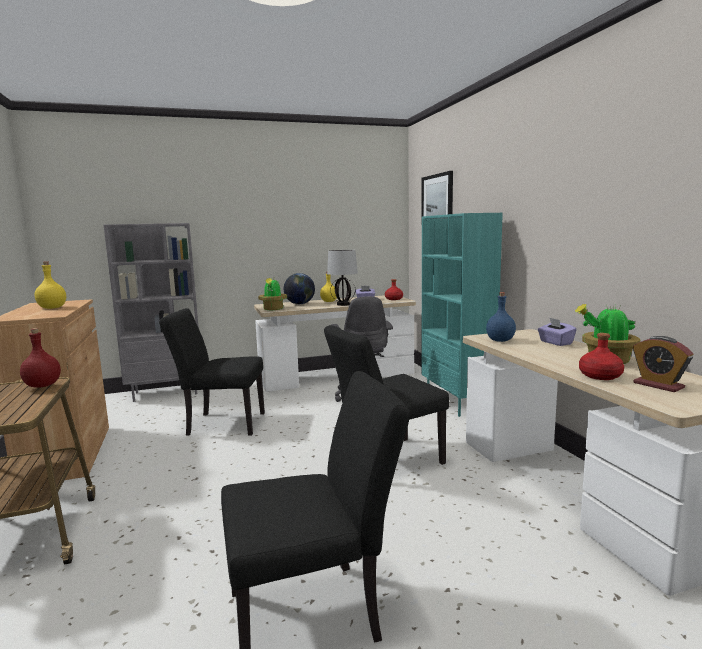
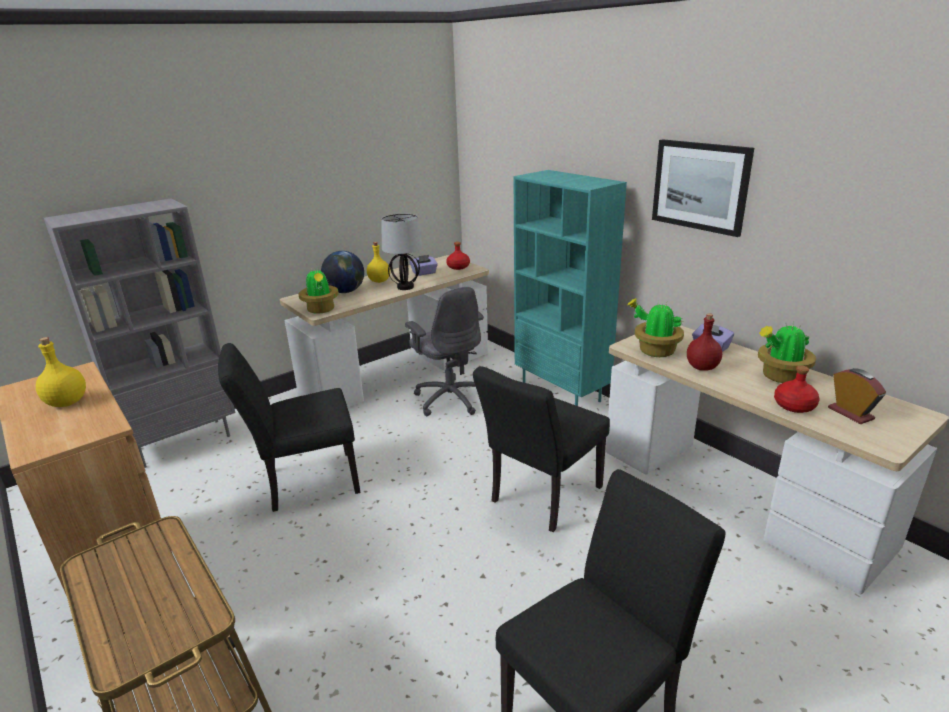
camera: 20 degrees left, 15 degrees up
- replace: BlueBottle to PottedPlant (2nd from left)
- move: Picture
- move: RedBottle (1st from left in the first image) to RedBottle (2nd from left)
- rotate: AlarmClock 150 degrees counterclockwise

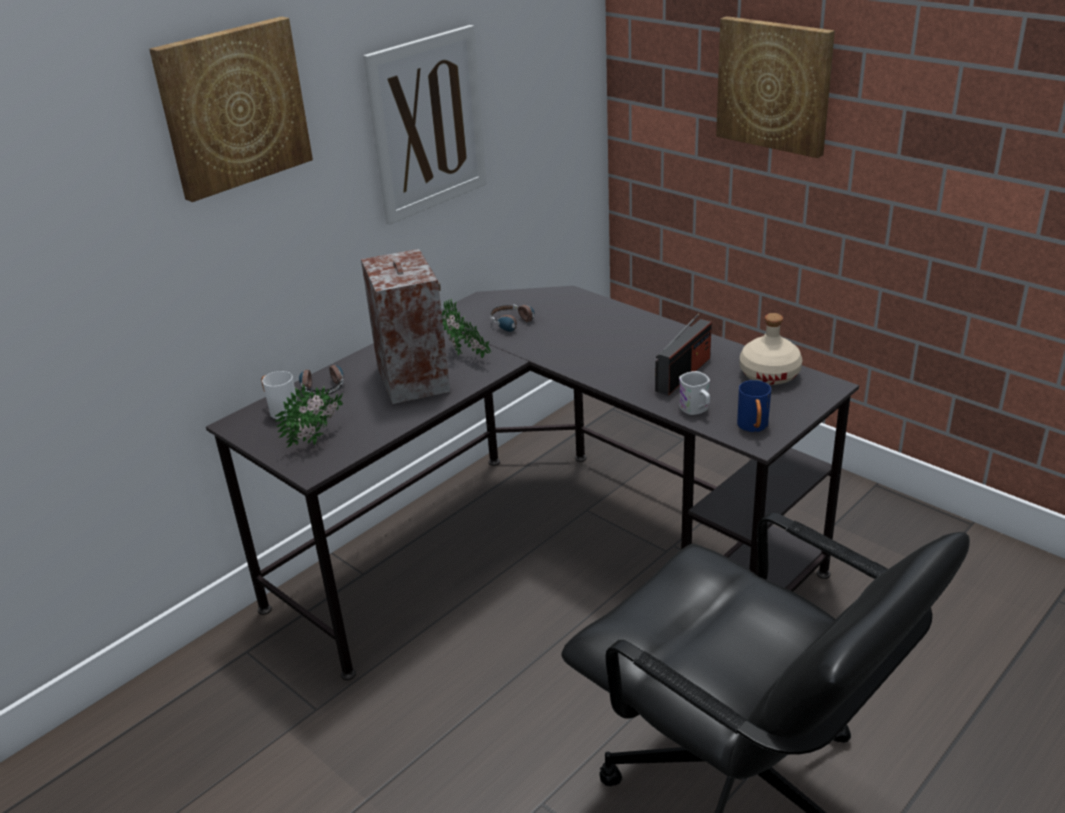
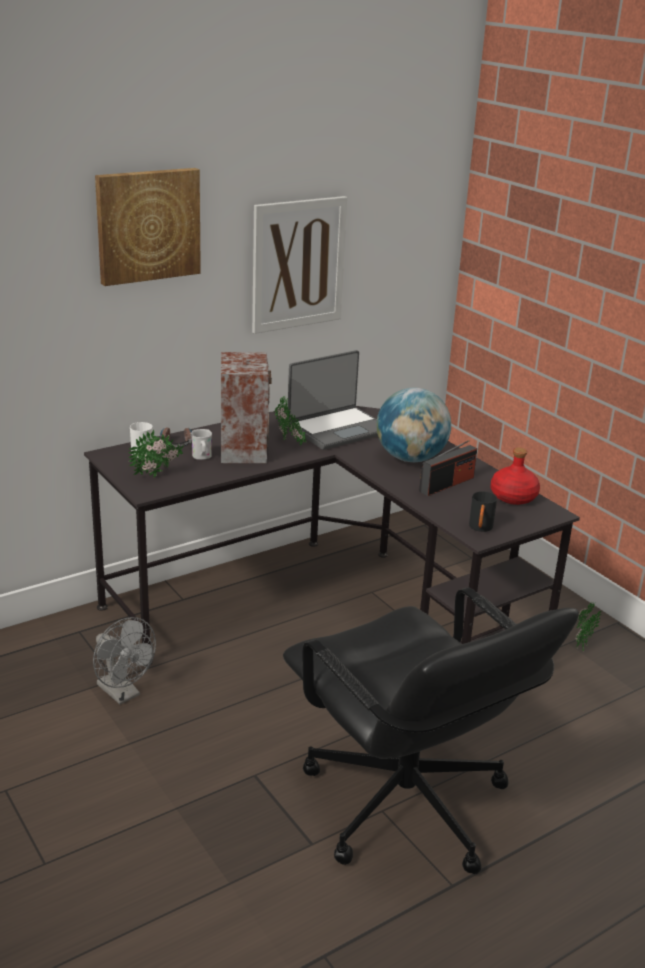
camera: 10 degrees right, 5 degrees down
- insert: GreyFan
- move: WhiteMug (2nd from left)
- replace: Headphones (2nd from left) to Laptop
- insert: Globe
- recolor: BlueMug to BlackMug
- recolor: BeigeBottle to RedBottle
- insert: PottedPlant (3rd from left)
- delete: Picture (3rd from left)

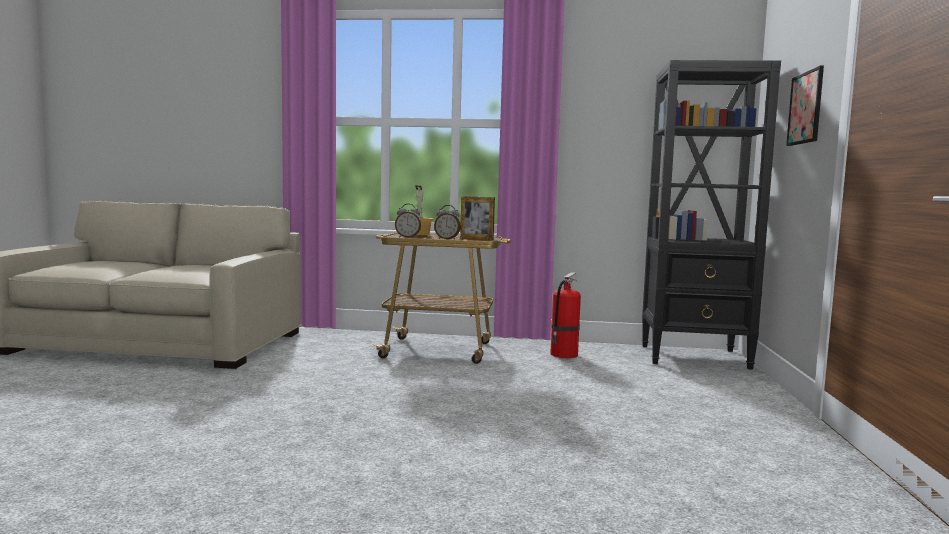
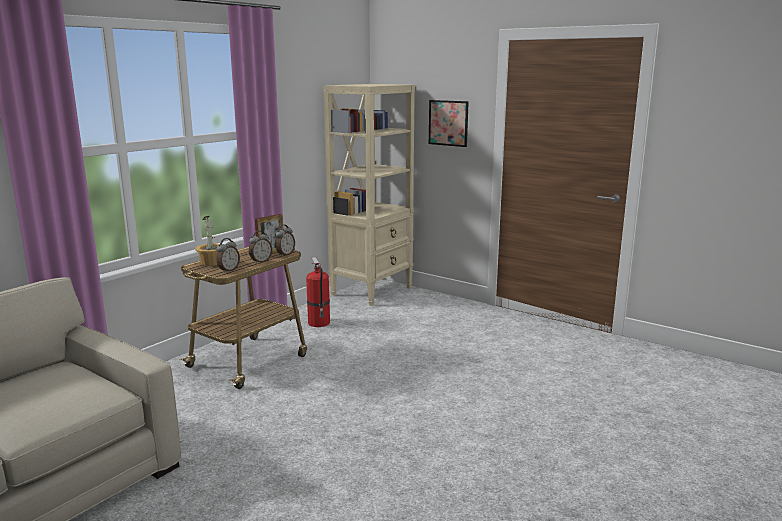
camera: 60 degrees left, 10 degrees up
- insert: AlarmClock (3rd from left)
- recolor: BlackBookcase to BeigeBookcase

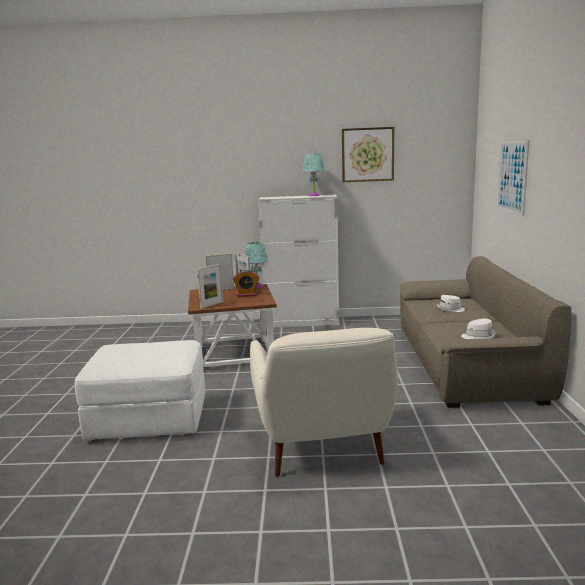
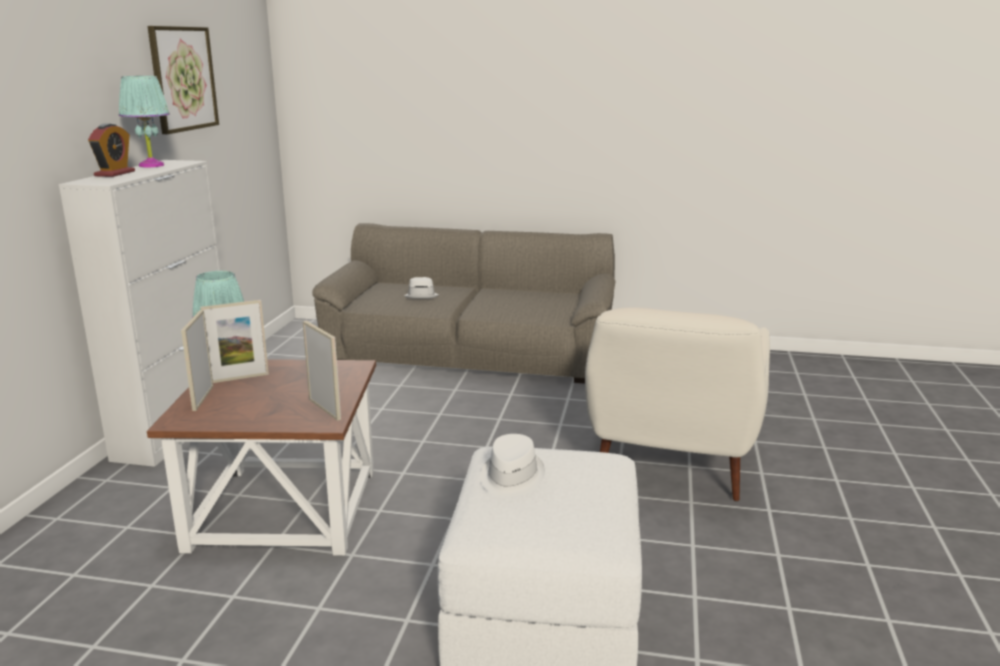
camera: 80 degrees left, 5 degrees up
- move: AlarmClock
- move: WhiteHat (2nd from left)
- rotate: WhiteArmchair 105 degrees clockwise
- delete: Picture (2nd from left)

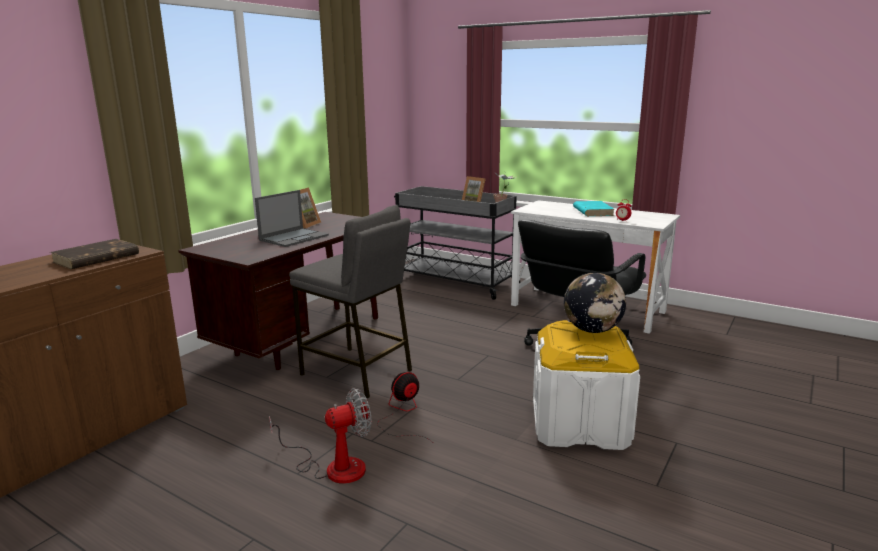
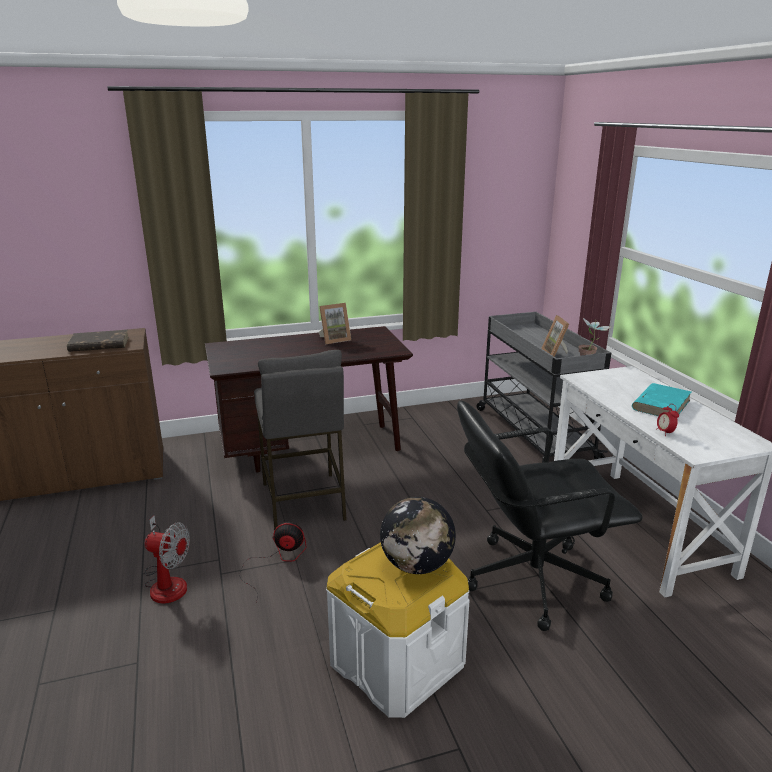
camera: 40 degrees right, 5 degrees up
- delete: Laptop

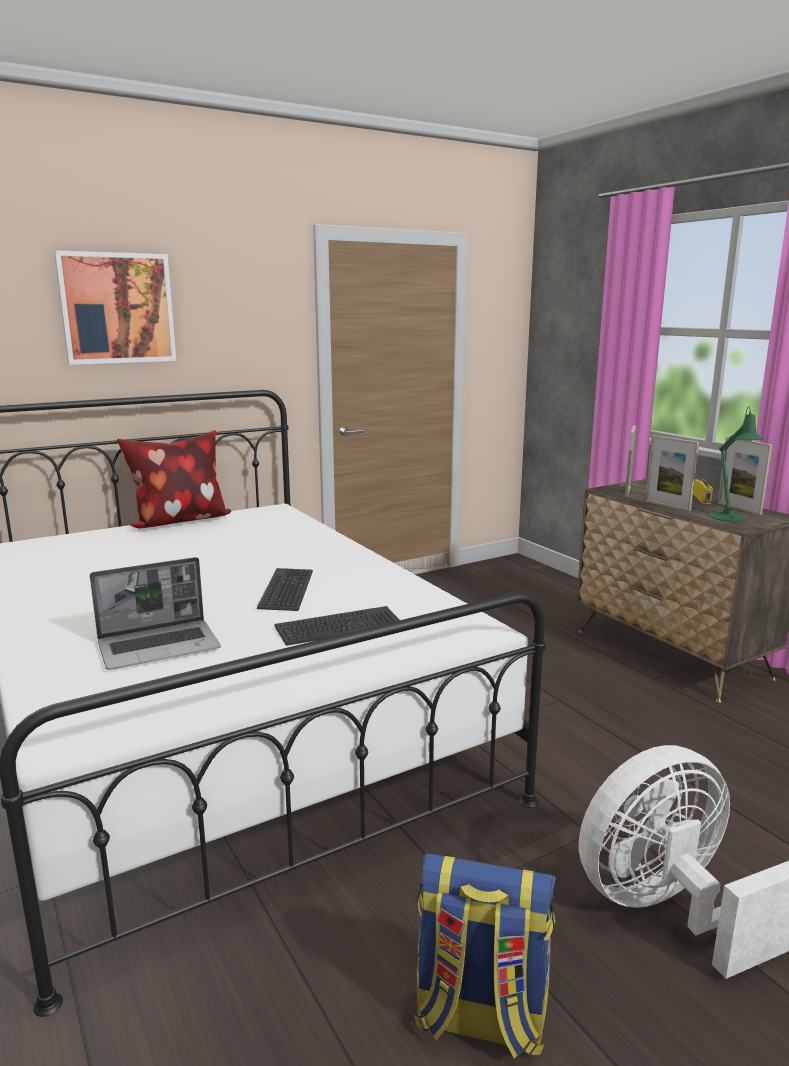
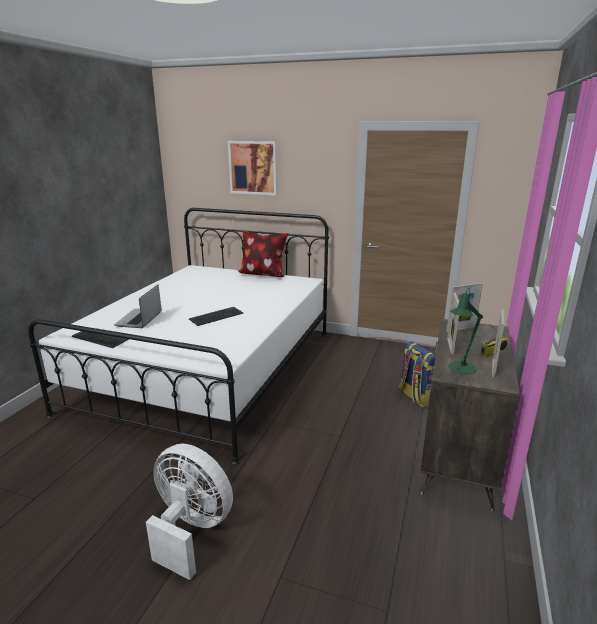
camera: 50 degrees right, 5 degrees up
- move: Keyboard (2nd from left in the first image) to Keyboard (1st from left)
- rotate: Laptop 75 degrees clockwise
- move: Backpack

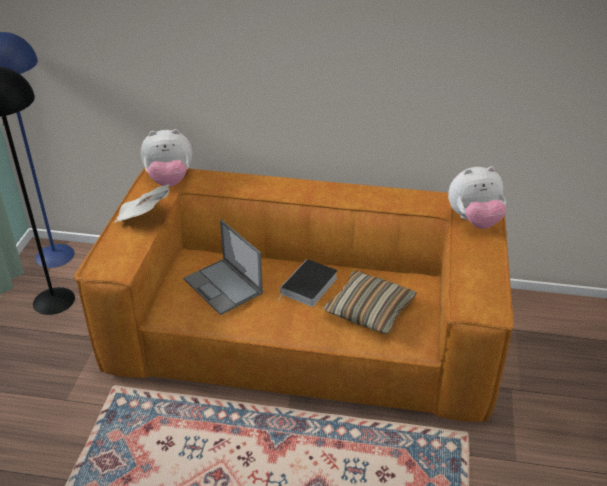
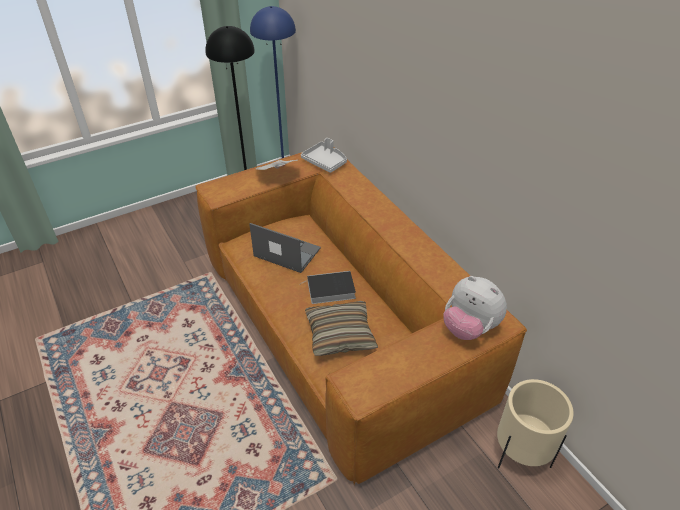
camera: 50 degrees right, 5 degrees up
- rotate: Laptop 105 degrees clockwise
- replace: PlushToy (1st from left) to GreyTray
- insert: BeigePlanter

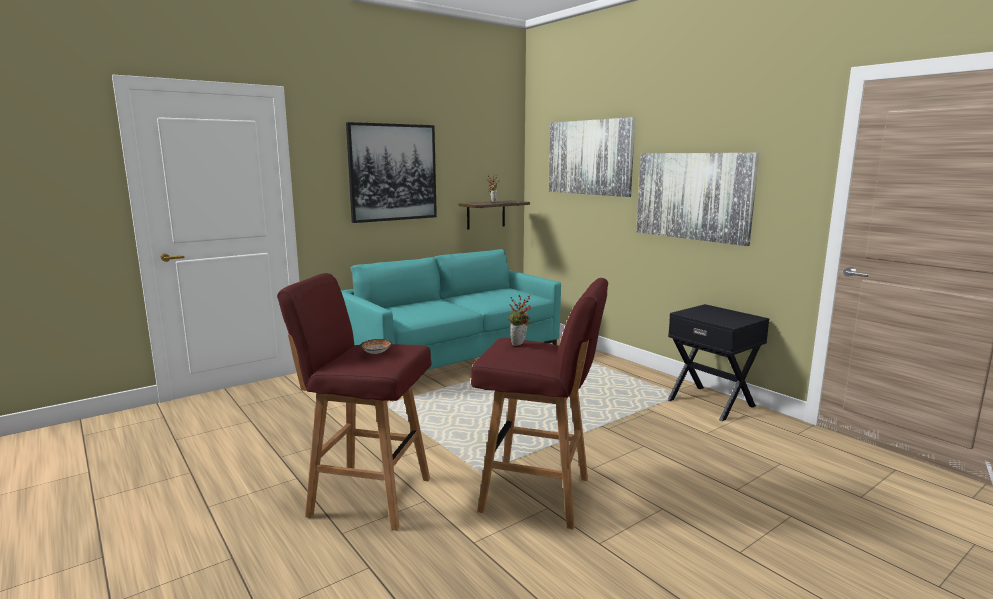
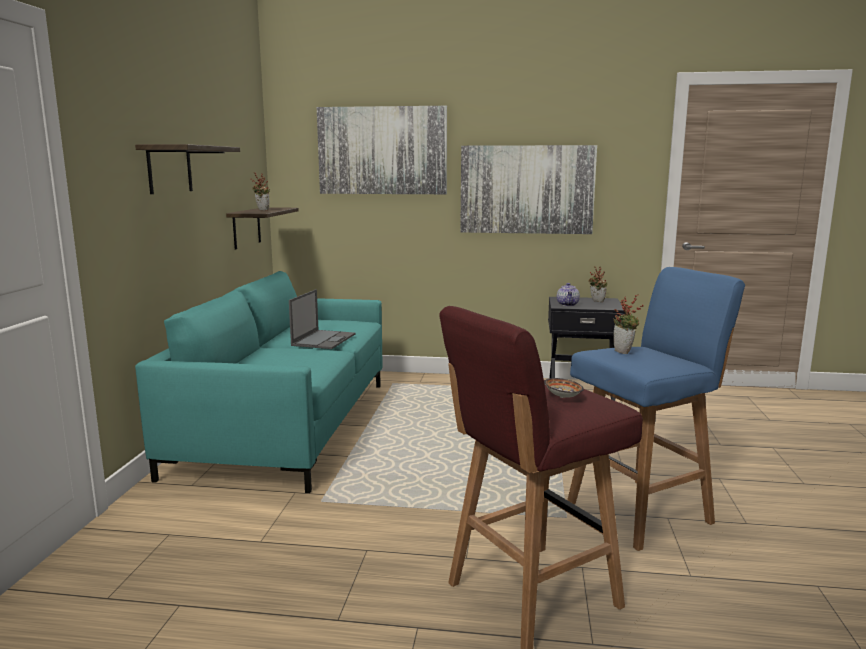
camera: 45 degrees left, 0 degrees up
- replace: Picture (1st from left) to Shelf (1st from left)
- insert: Laptop
- insert: Teapot
- recolor: RedStool (2nd from left) to BlueStool
- insert: PottedPlant (2nd from left)

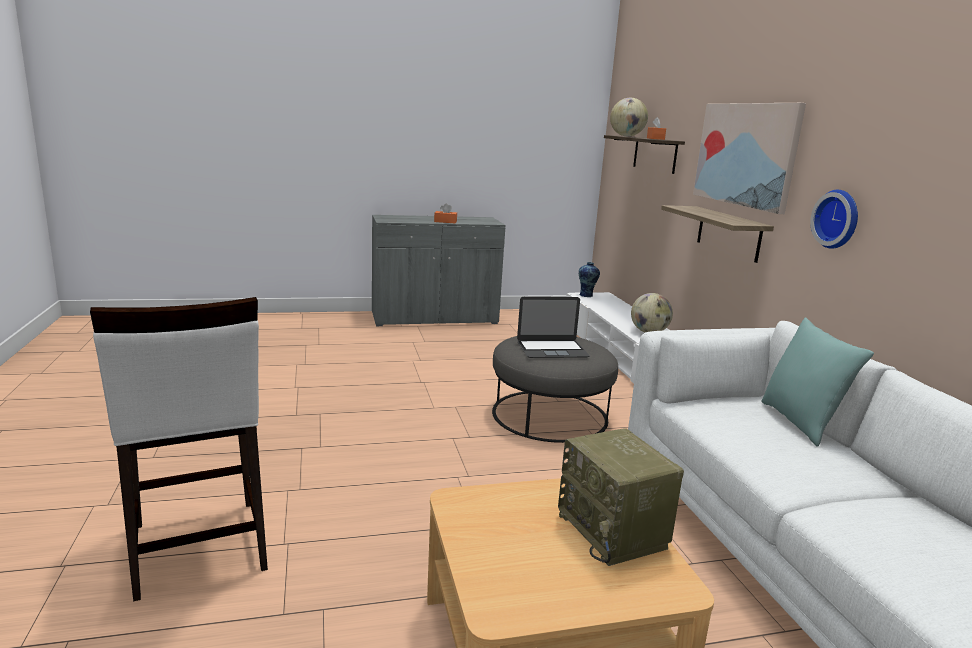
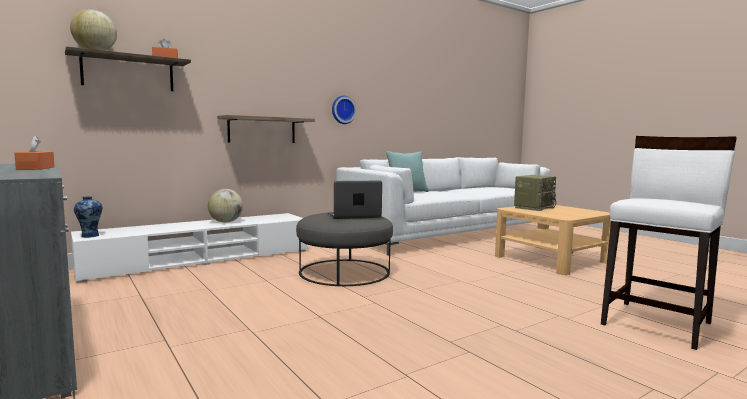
camera: 110 degrees left, 10 degrees down
- rotate: Laptop 75 degrees counterclockwise
- delete: Picture

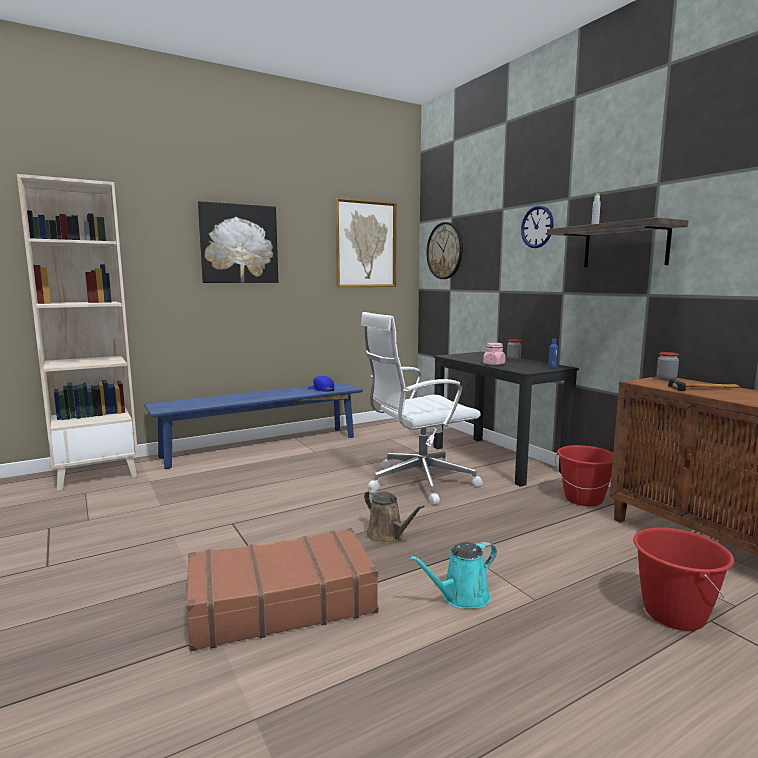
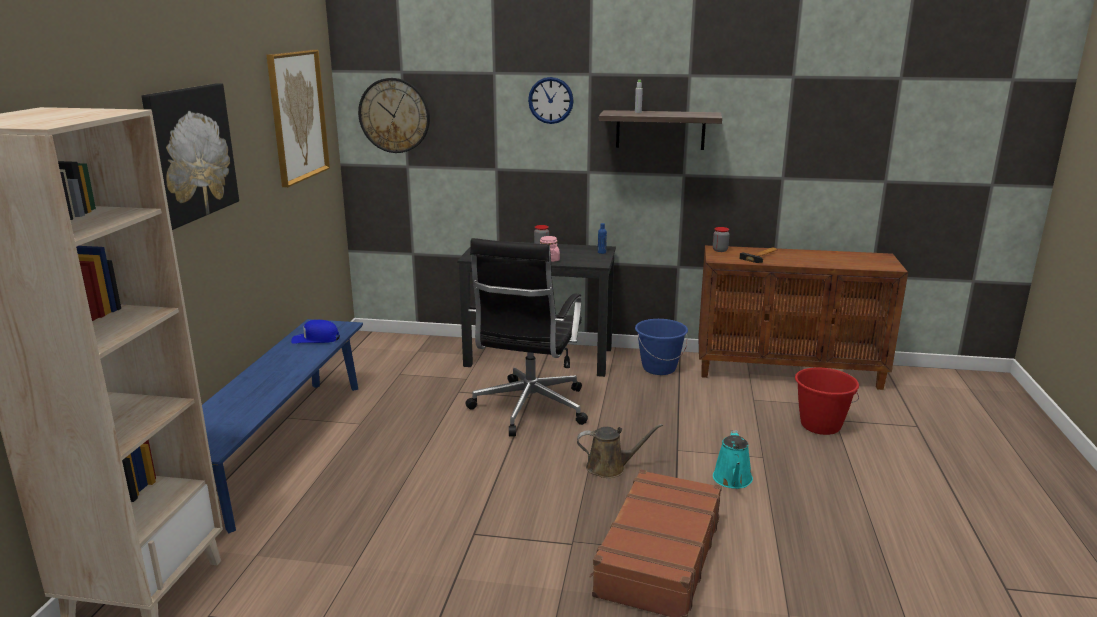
camera: 50 degrees left, 10 degrees up
- recolor: WhiteOfficeChair to BlackOfficeChair
- recolor: RedBucket (1st from left) to BlueBucket

